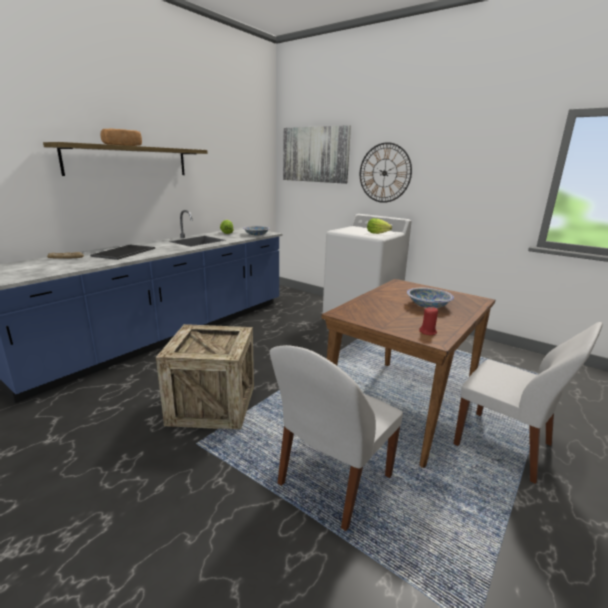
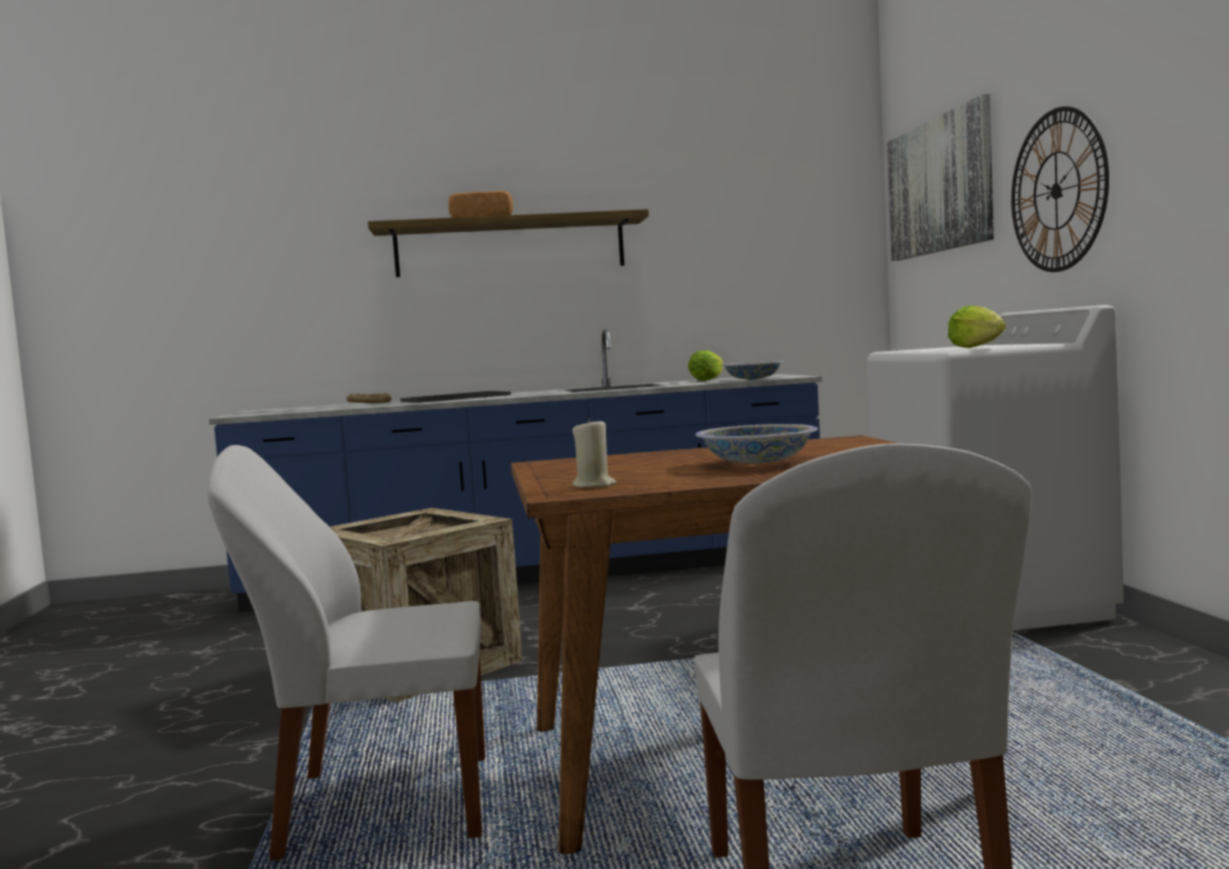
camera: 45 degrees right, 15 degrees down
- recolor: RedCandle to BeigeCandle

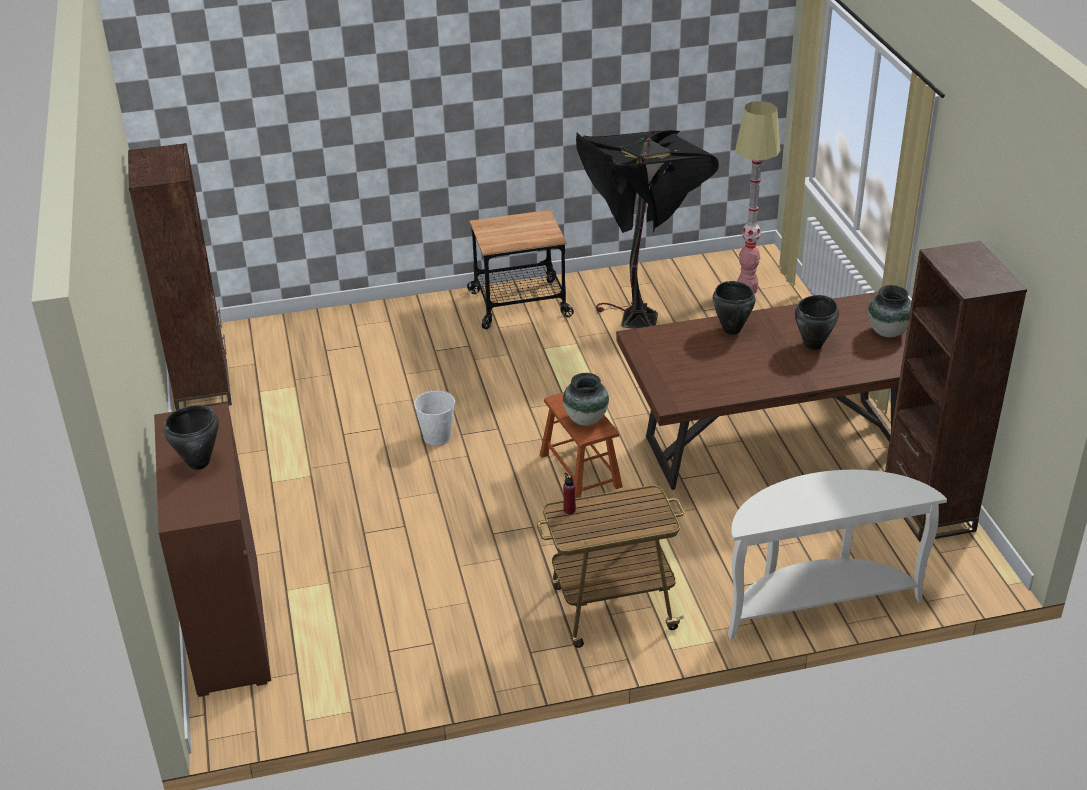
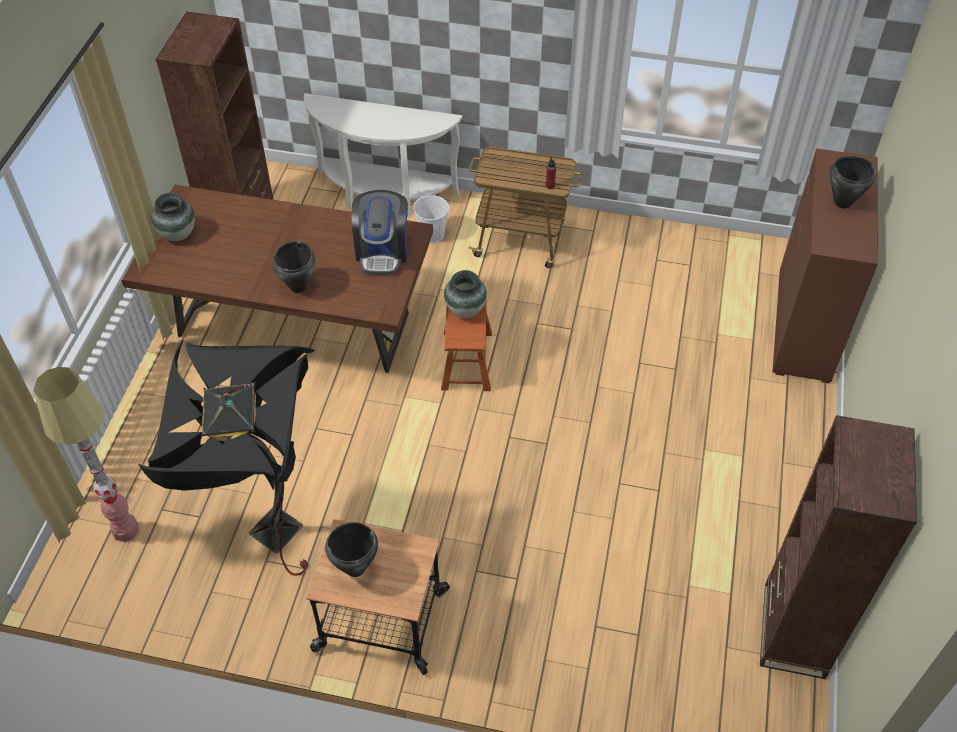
camera: 155 degrees left, 15 degrees up
- move: BlackCookingPot (3rd from left in the first image) to BlackCookingPot (2nd from left)
- insert: CoffeeMachine
- move: WhiteBucket

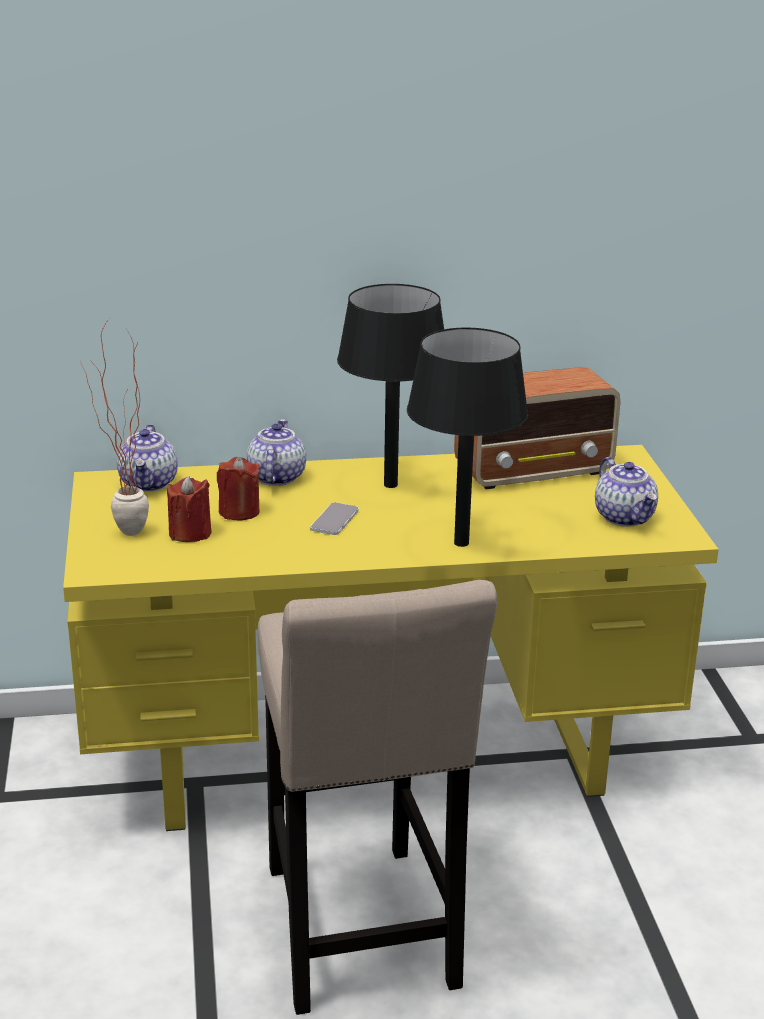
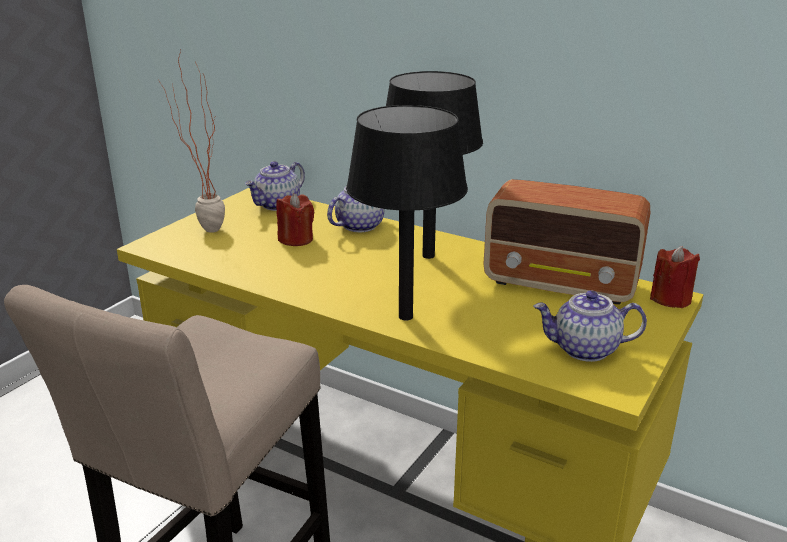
camera: 40 degrees right, 0 degrees up
- rotate: Teapot (3rd from left) 75 degrees clockwise
- move: RedCandle (1st from left in the first image) to RedCandle (2nd from left)
- delete: Phone

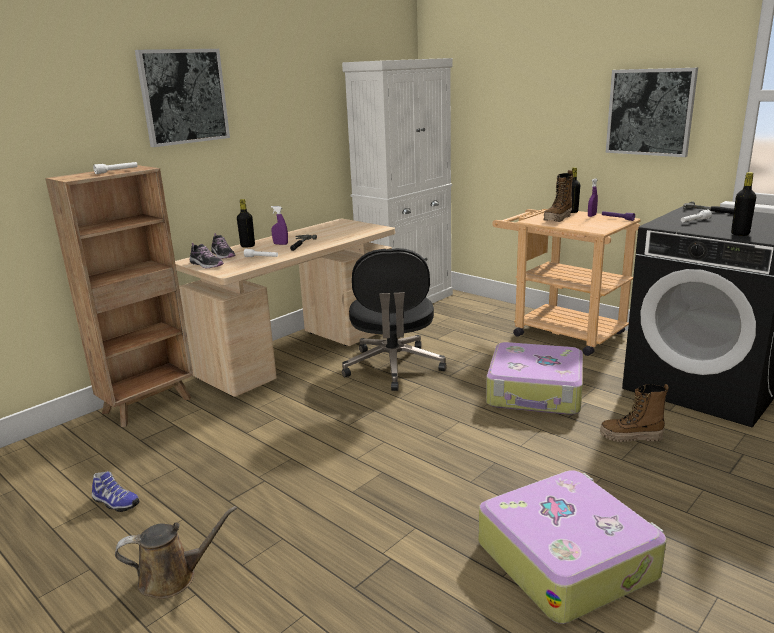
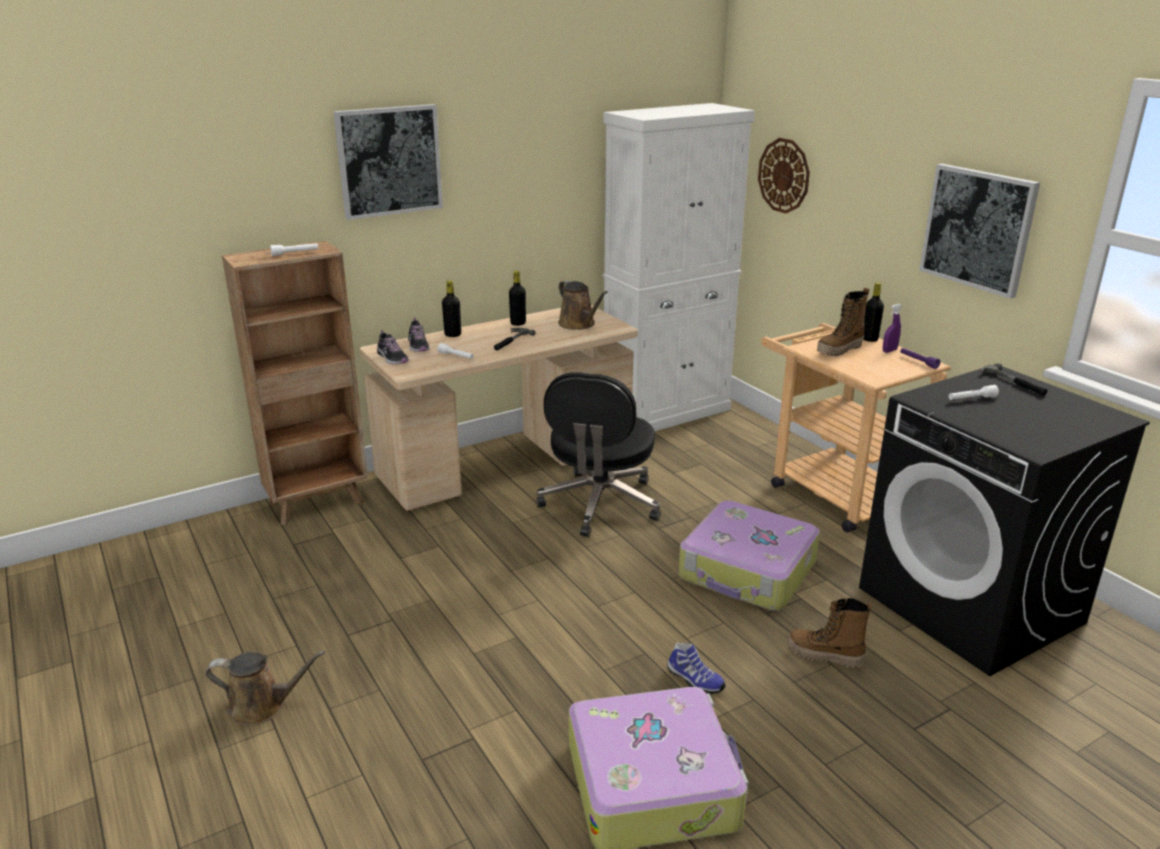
camera: 15 degrees right, 5 degrees up
- move: BlackBottle (3rd from left in the first image) to BlackBottle (2nd from left)
- insert: BrownWateringCan (2nd from left)
- move: Shoe (1st from left in the first image) to Shoe (3rd from left)
- insert: WallClock
- delete: PurpleSprayBottle (1st from left)

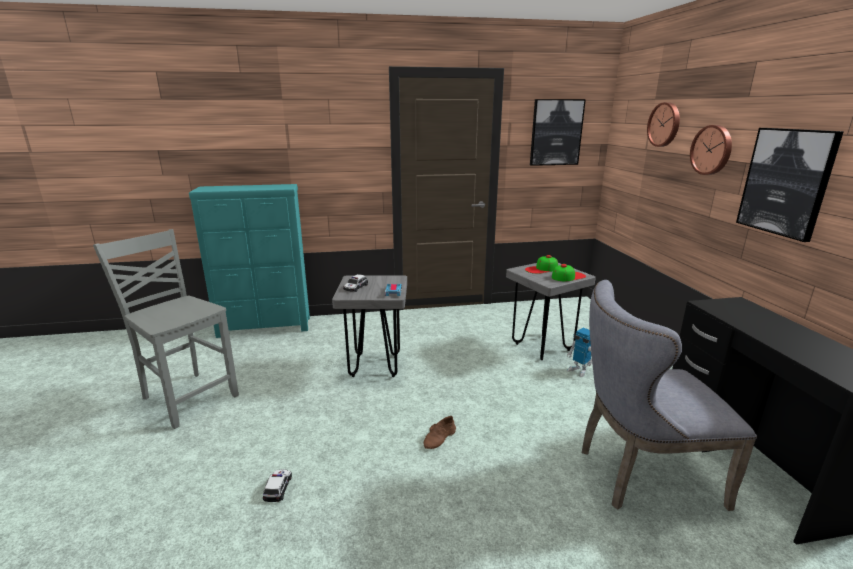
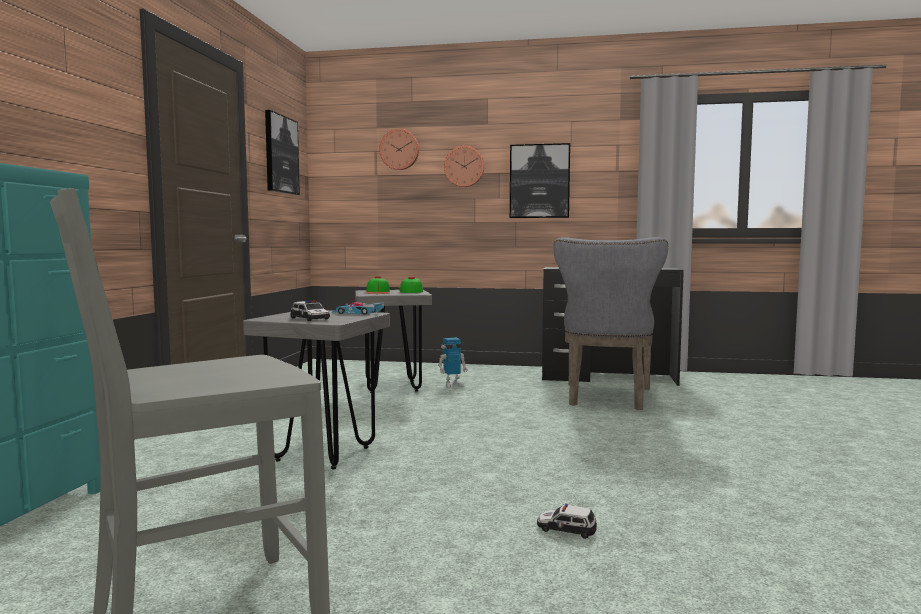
camera: 70 degrees left, 15 degrees down
- delete: BrownShoe

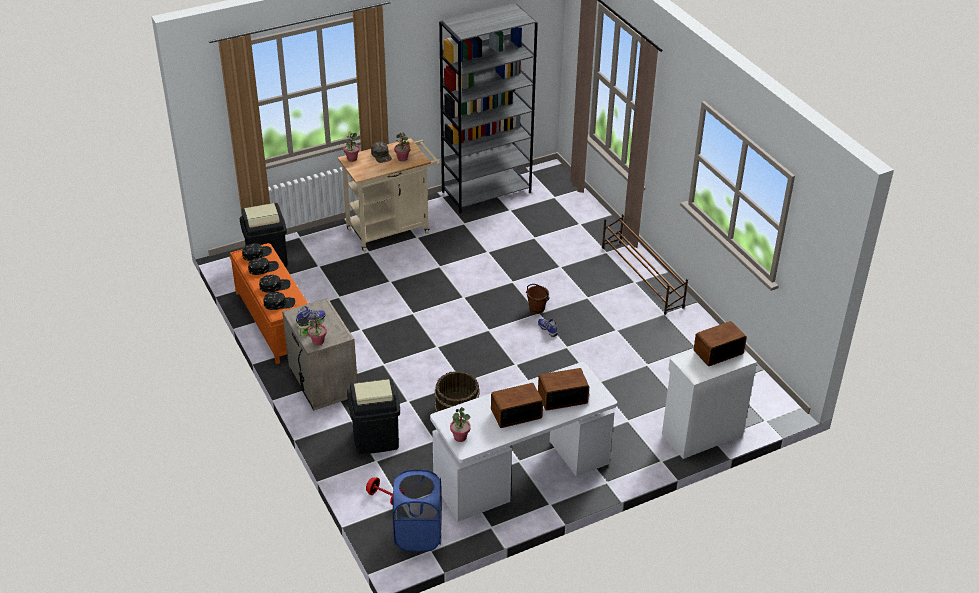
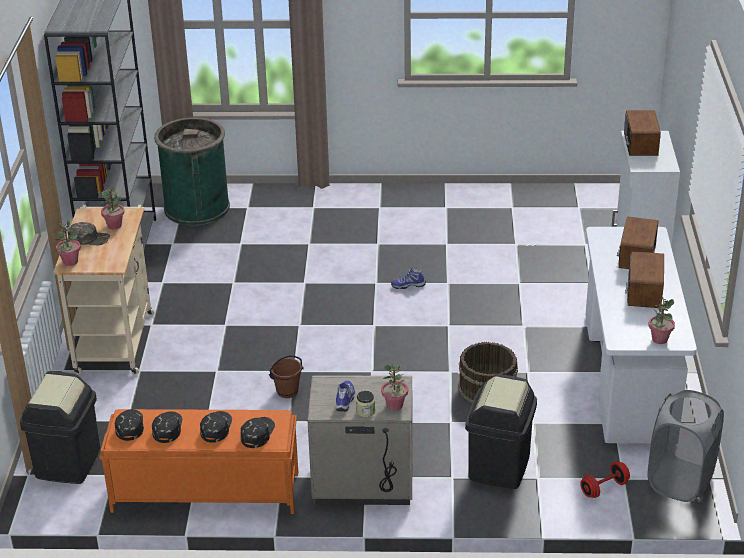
camera: 60 degrees left, 5 degrees down
- insert: GreenTrashCan
- move: BrownBucket (2nd from left in the first image) to BrownBucket (1st from left)
- recolor: BlueLaundryBasket to GreyLaundryBasket
- delete: BrownShoeRack

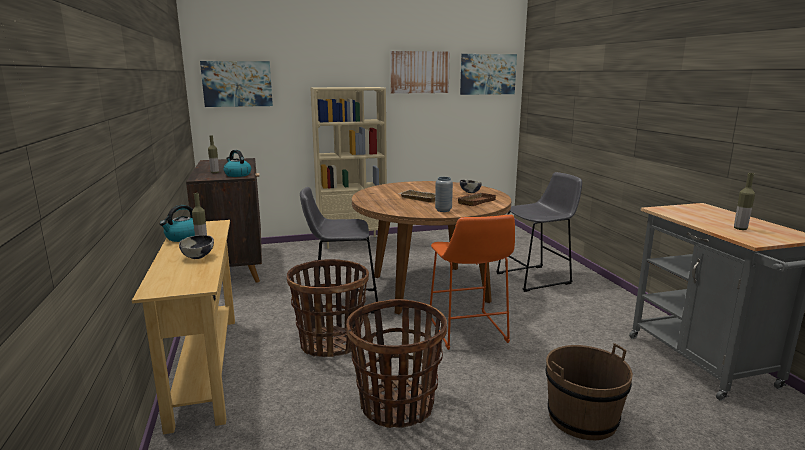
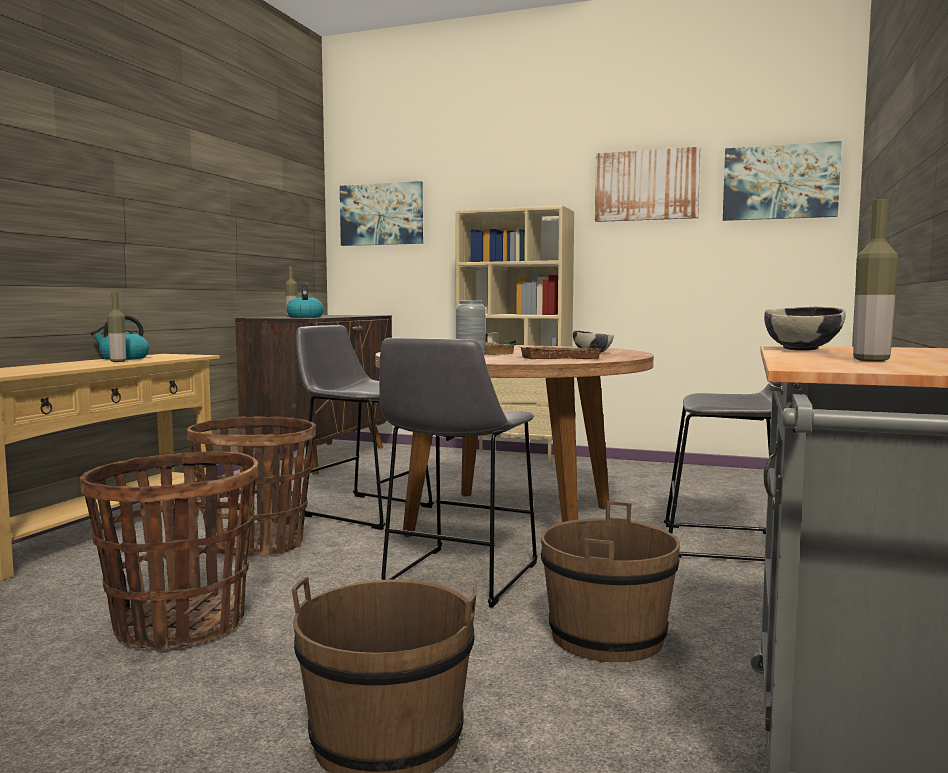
camera: 35 degrees right, 10 degrees down
- recolor: OrangeStool to GreyStool (2nd from left)
- insert: BrownBucket (2nd from left)
- move: Bowl (1st from left in the first image) to Bowl (2nd from left)

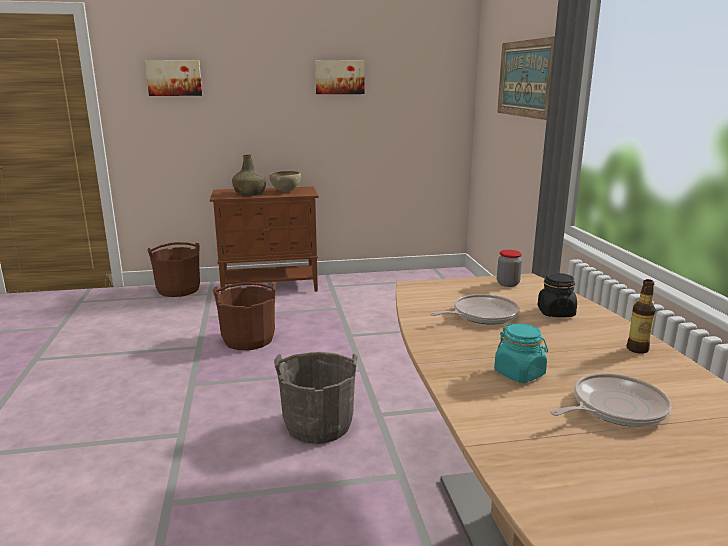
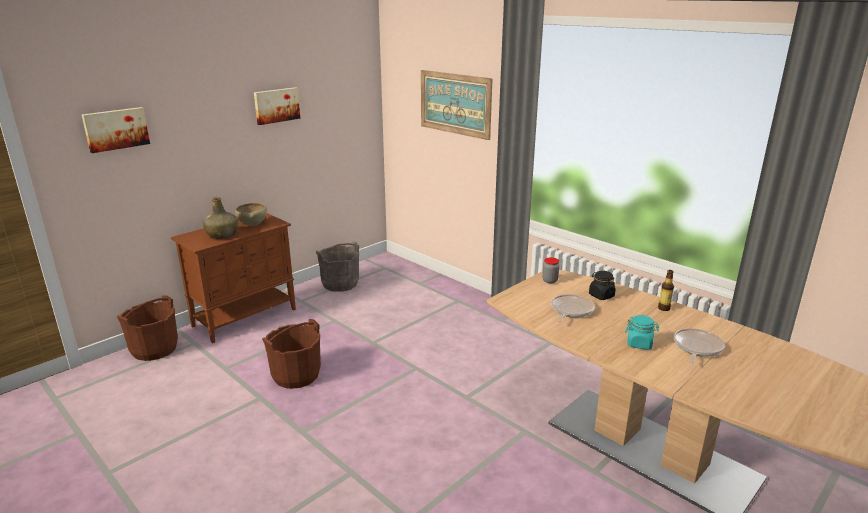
camera: 35 degrees left, 5 degrees up
- move: GreyBucket

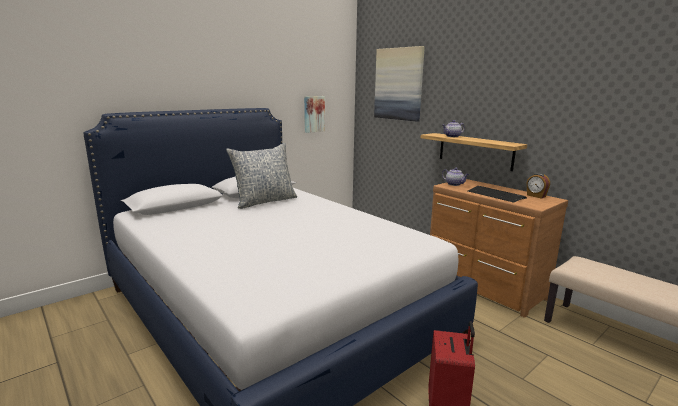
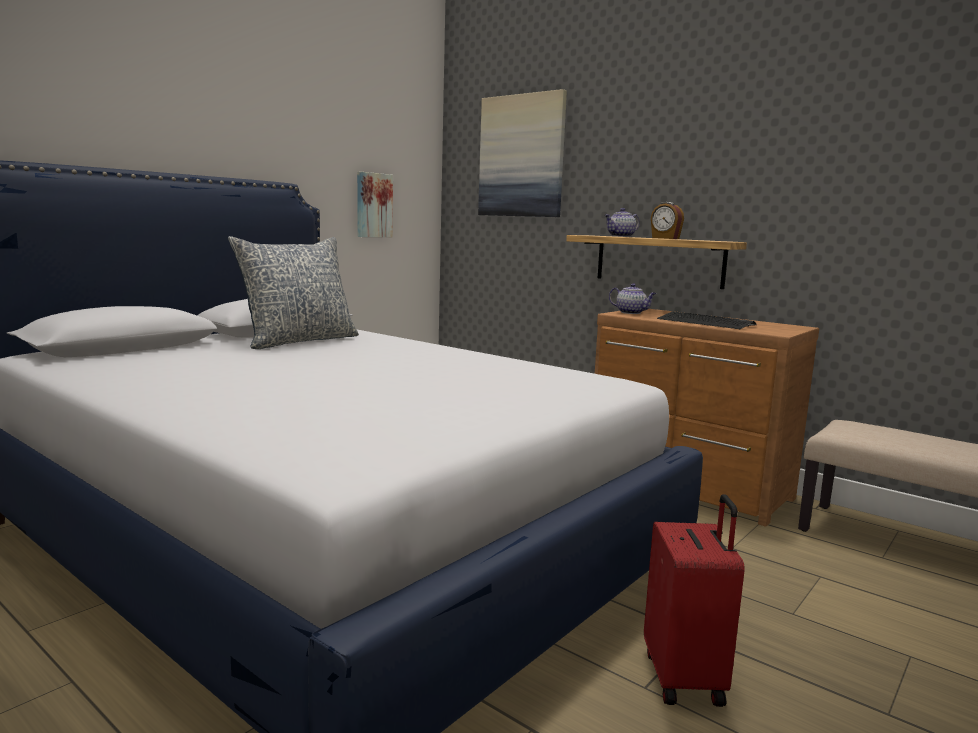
camera: 10 degrees left, 5 degrees down
- move: AlarmClock

